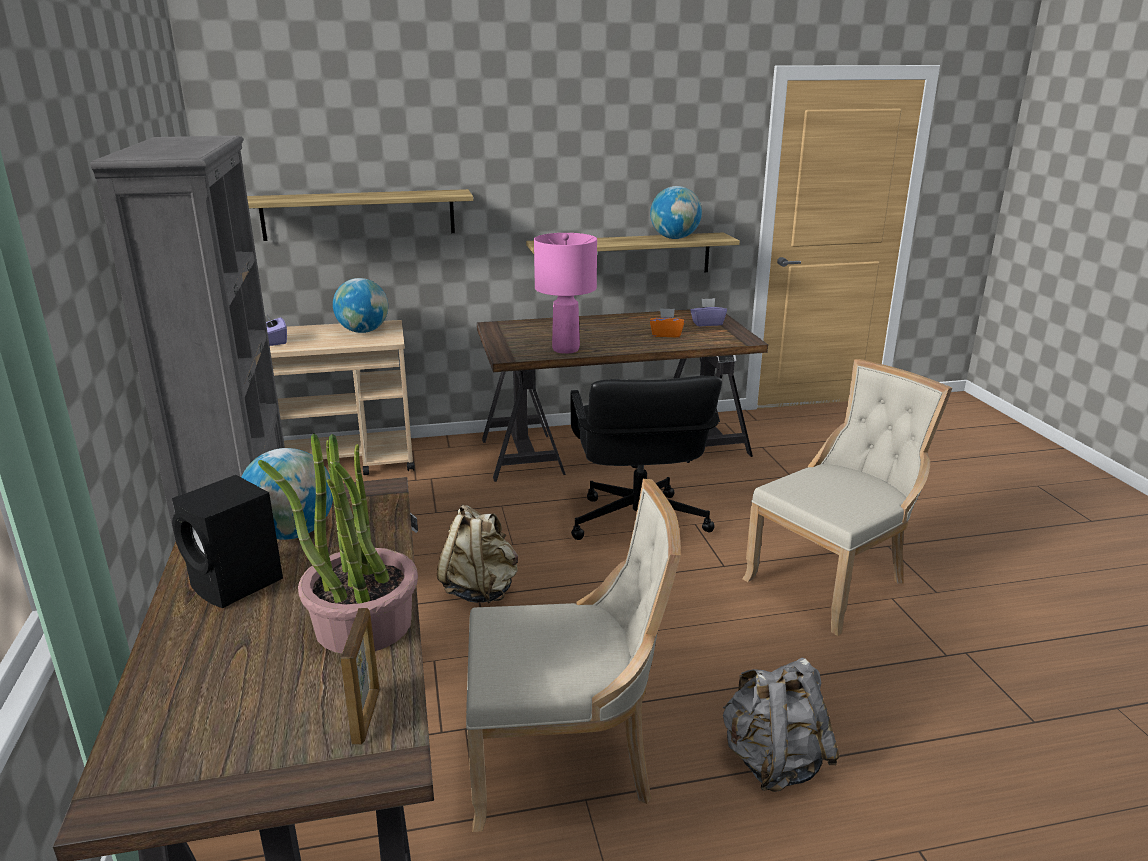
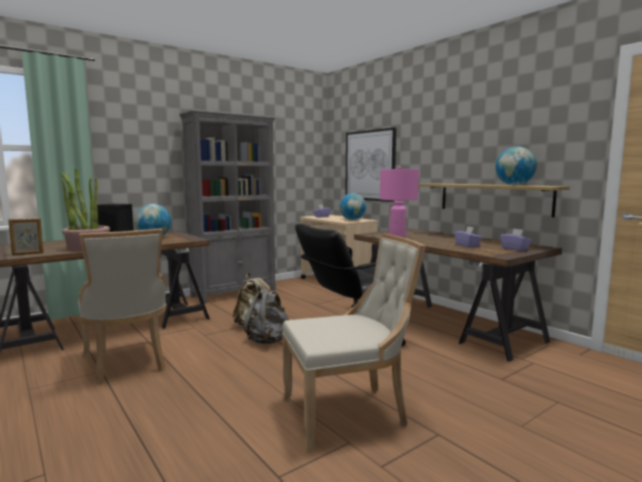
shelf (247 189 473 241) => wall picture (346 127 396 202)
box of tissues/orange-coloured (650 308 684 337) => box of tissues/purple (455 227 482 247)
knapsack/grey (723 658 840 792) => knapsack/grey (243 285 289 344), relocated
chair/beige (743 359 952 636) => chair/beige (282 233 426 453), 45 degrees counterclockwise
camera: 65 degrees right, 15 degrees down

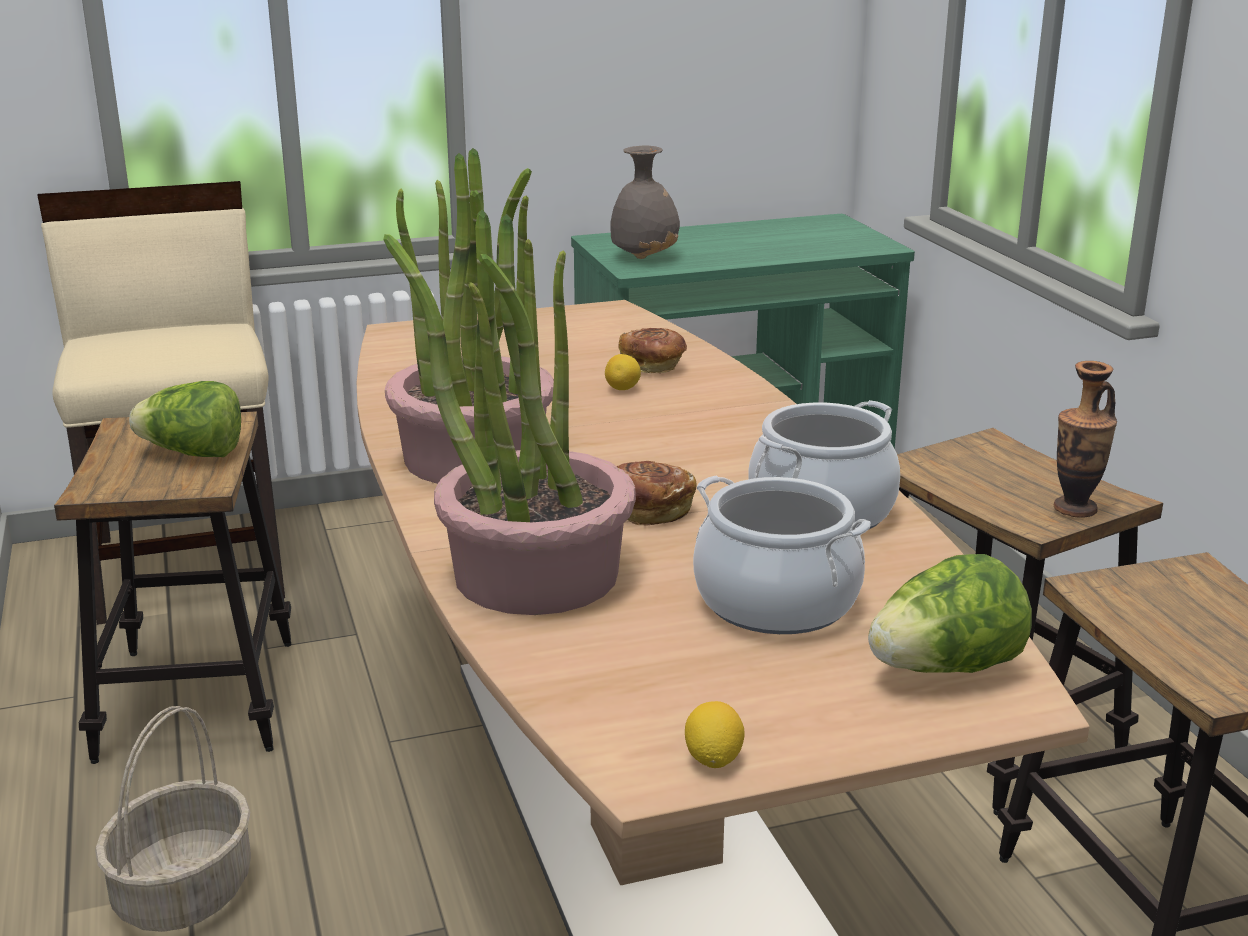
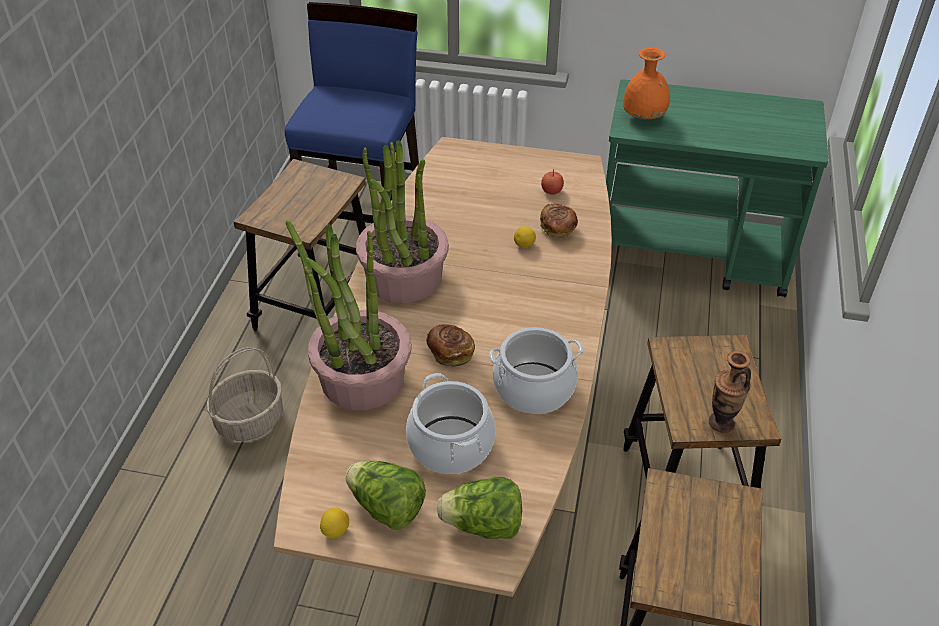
chair/beige (38 181 285 625) => chair/blue-coloured (285 2 419 223)
lettuce (129 381 241 457) => lettuce (345 461 426 530), relocated
decorative vase/grey (610 146 680 259) => decorative vase/orange-coloured (623 48 670 120)
nothing => whole apple (541 169 564 194)
camera: 30 degrees right, 20 degrees up

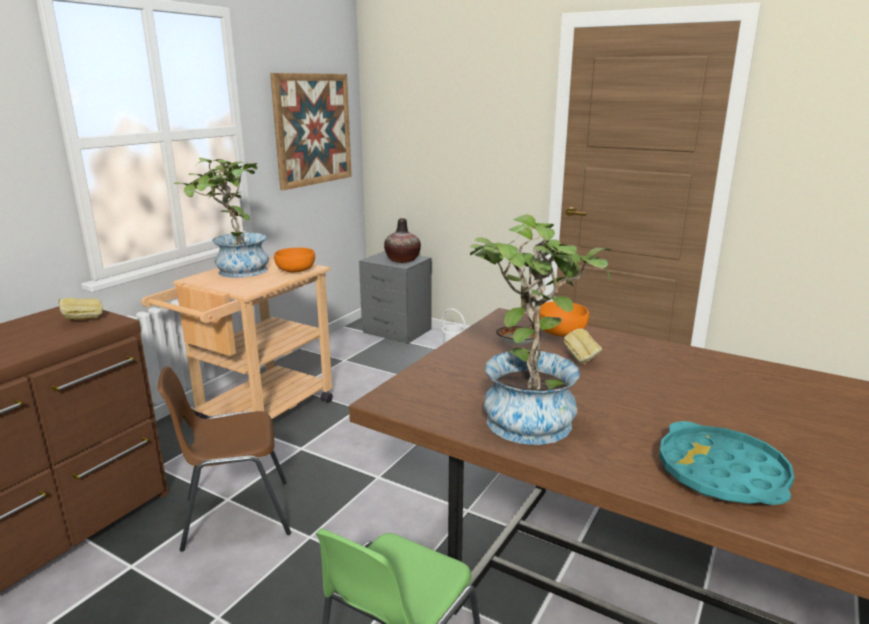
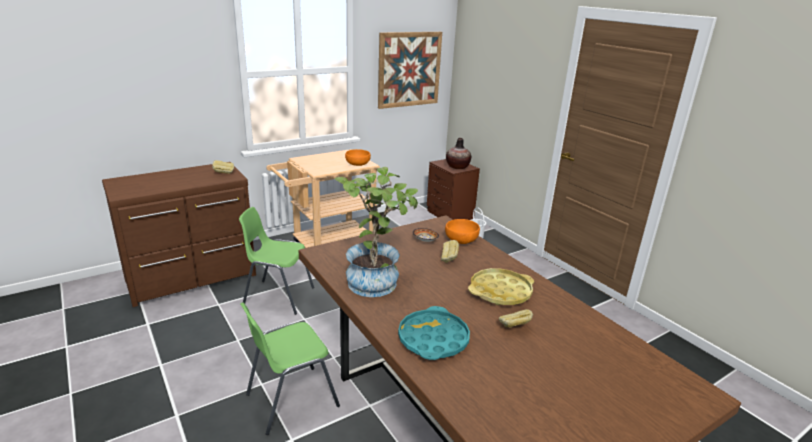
chair/brown (158 366 291 552) => chair/greenish (239 207 314 315)
potted plant (174 158 269 278) => nothing
nightstand/grey (359 251 432 343) => nightstand/brown (427 159 480 220)
nothing => carrying tray/yellow-coloured (468 268 534 305)
nothing => bread (499 309 533 328)
camera: 25 degrees right, 5 degrees up

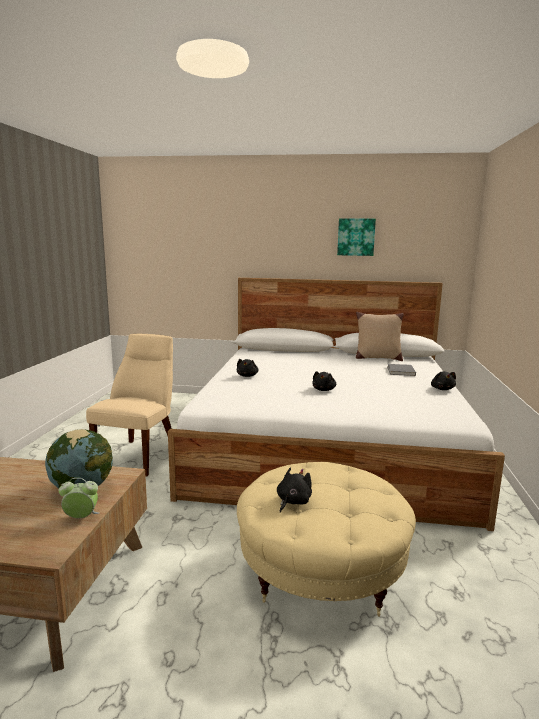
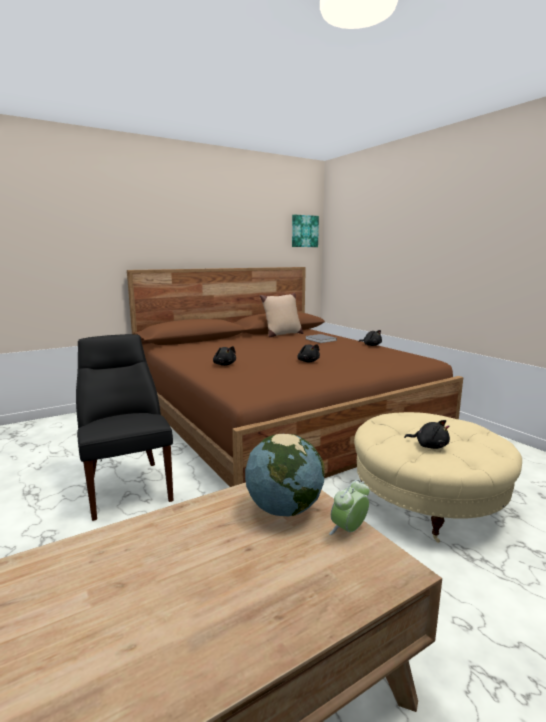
chair/beige (86 334 173 477) => chair/black-coloured (76 334 173 521)
sleeping bed/whitish (168 278 505 531) => sleeping bed/brown (127 267 463 487)
plush toy/black-coloured (277 467 312 513) => plush toy/black-coloured (404 420 450 449), 135 degrees clockwise
wall picture (337 218 376 256) => wall picture (292 214 319 247), relocated
camera: 40 degrees left, 0 degrees up

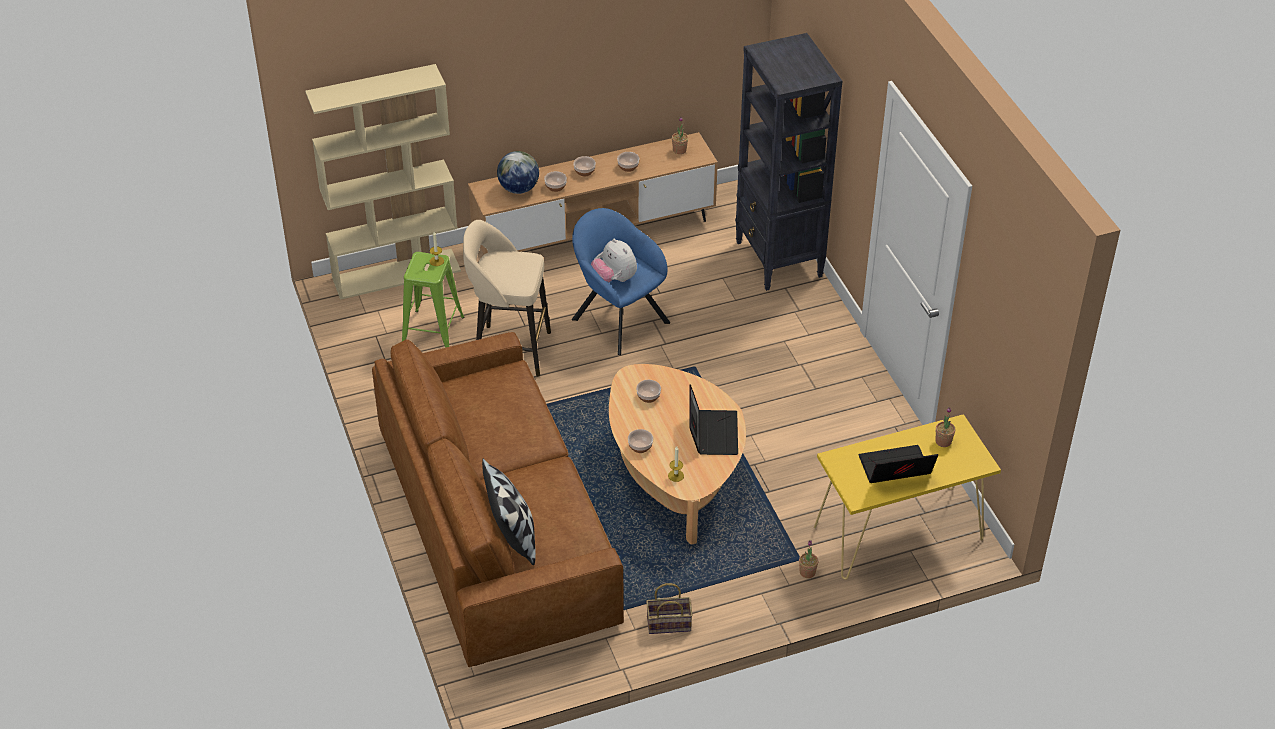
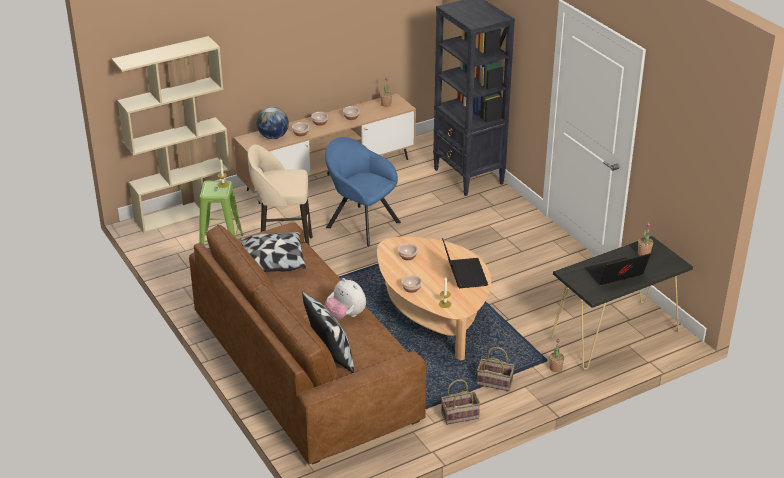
plush toy (591 239 637 282) => plush toy (325 278 366 320), relocated
hall table/yellow-coloured (814 414 1001 580) => hall table/black-coloured (551 236 693 370)
nothing => throw pillow (240 232 306 272)
nothing => household basket (477 347 514 391)
camera: 10 degrees left, 10 degrees down

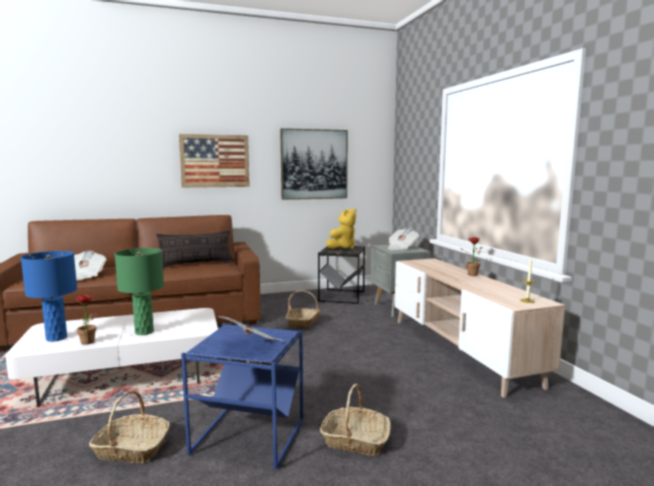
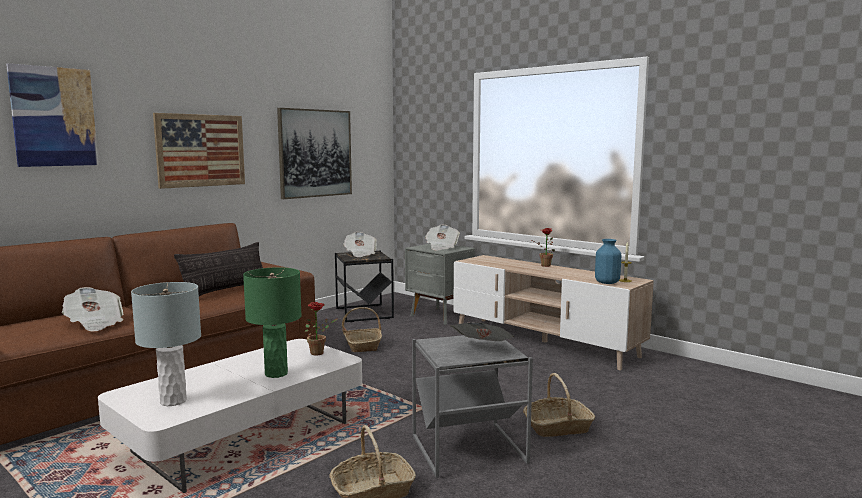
tabletop lamp/blue-coloured (21 251 77 342) => tabletop lamp/grey (131 282 201 406)
potted plant (72 295 98 345) => potted plant (305 302 338 356), relocated
end table/blue-coloured (181 323 303 470) => end table/grey (412 335 533 478)
plush toy/yellow-coloured (326 208 356 249) => daily paper (343 232 377 257)
nothing => wall picture (6 63 98 167)
nothing => decorative vase/blue-coloured (595 239 621 284)
camera: 30 degrees left, 0 degrees up

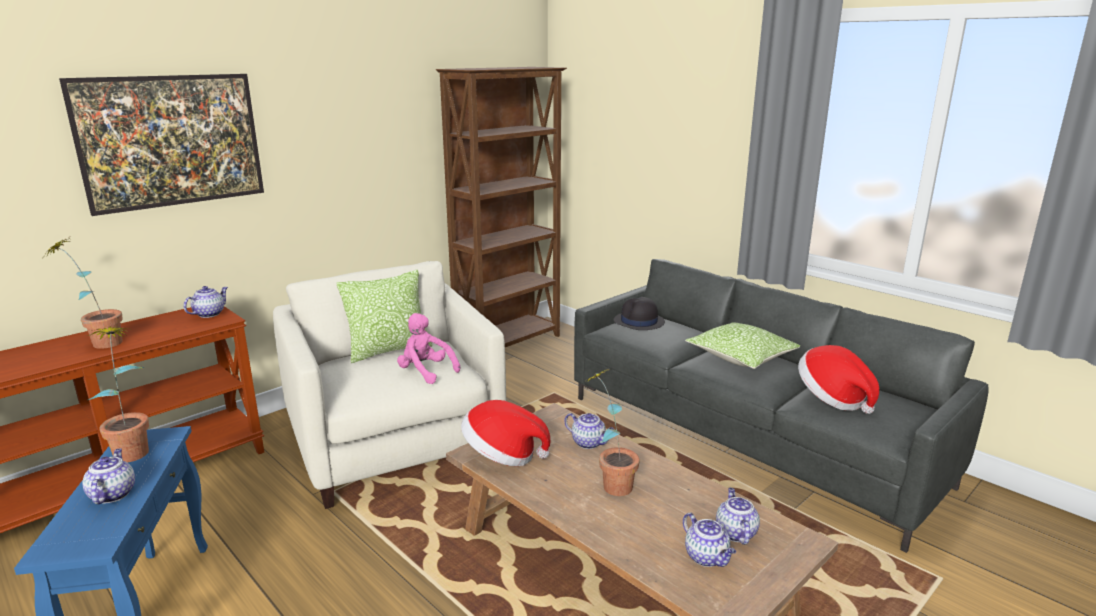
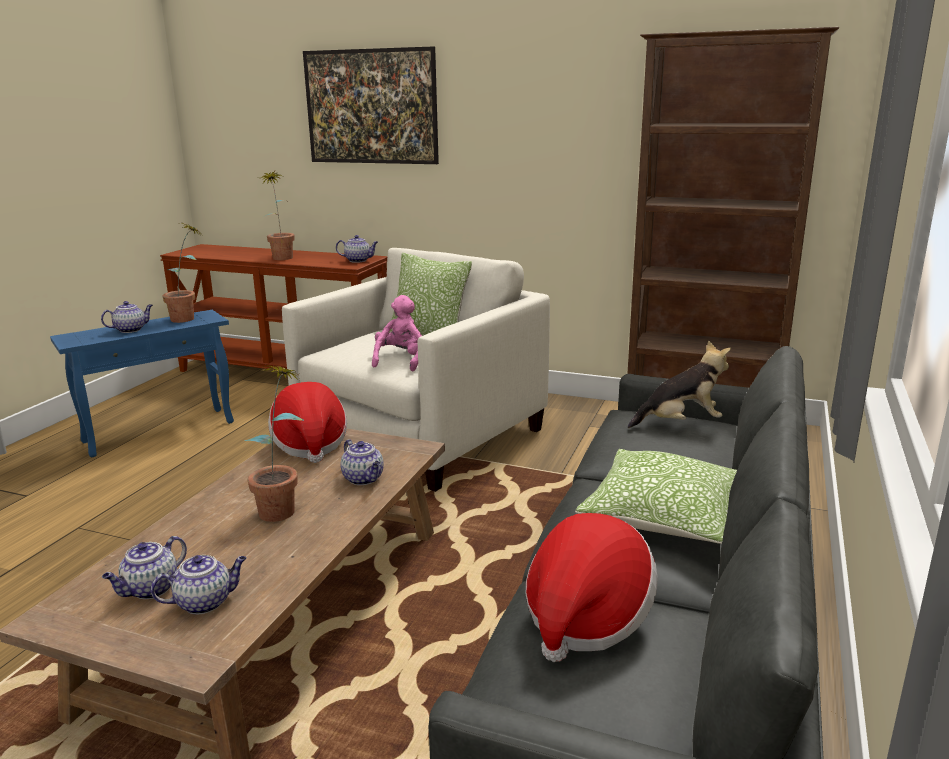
pot for tea (565 413 614 449) => pot for tea (340 439 384 485), 45 degrees counterclockwise
hat/black-coloured (614 297 665 330) => plush toy (628 340 731 428)
camera: 65 degrees right, 0 degrees up

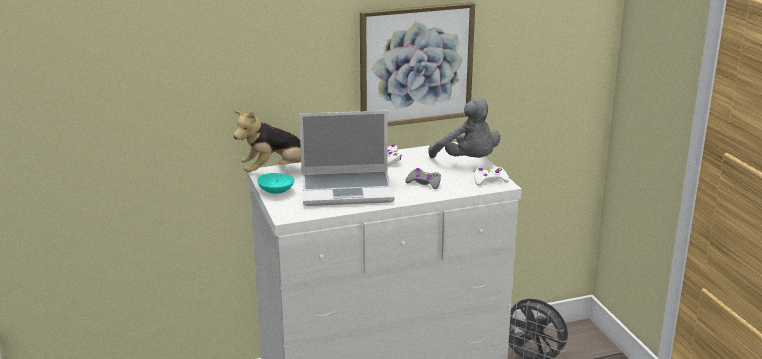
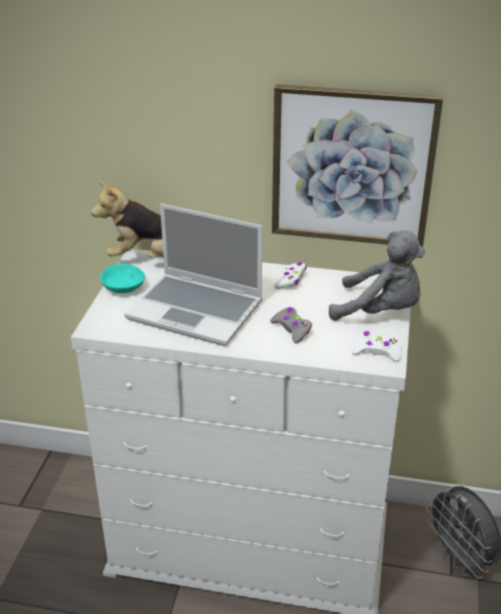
plush toy/grey (428 97 500 158) => plush toy/grey (329 230 425 321), 60 degrees counterclockwise
camera: 30 degrees right, 10 degrees up

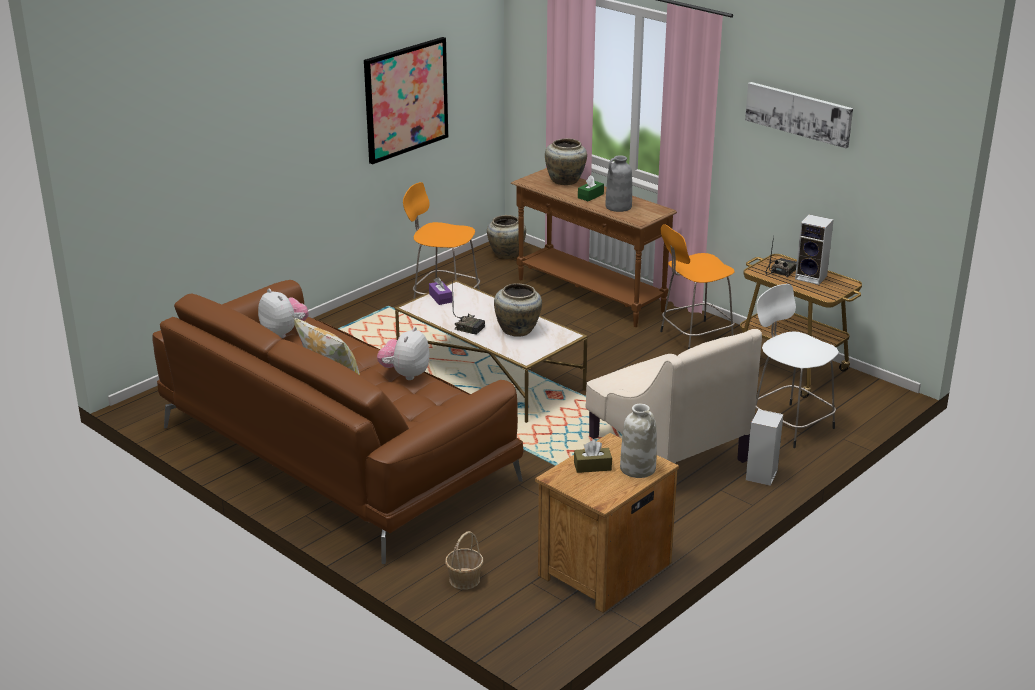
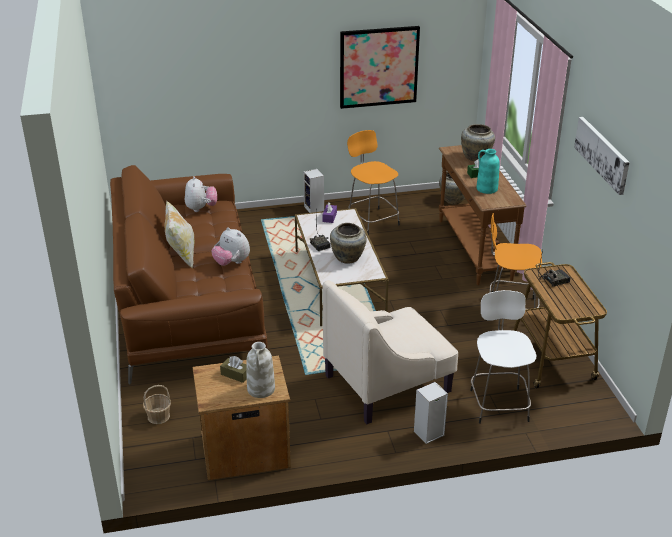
plush toy (377 327 429 380) => plush toy (212 227 250 266), 105 degrees counterclockwise
armchair/beige (585 329 762 463) => armchair/beige (323 280 458 424), 60 degrees clockwise
decorative vase/grey (605 155 632 212) => decorative vase/blue-green (476 149 500 194)
speaker (795 214 834 285) => speaker (303 169 324 213), relocated
camera: 35 degrees right, 5 degrees up

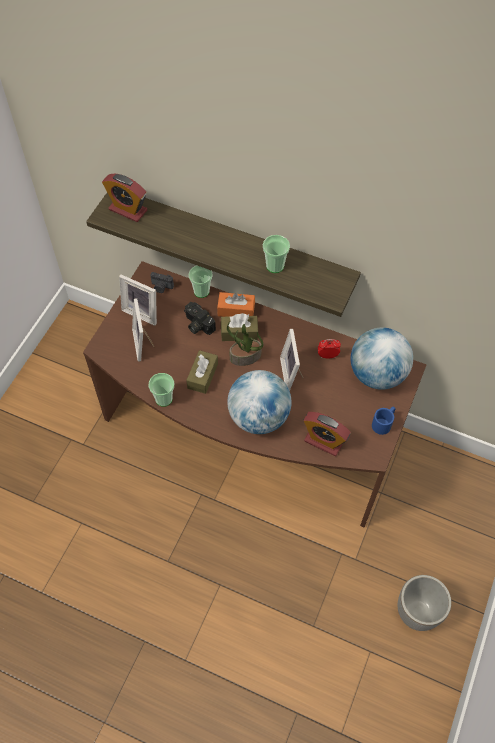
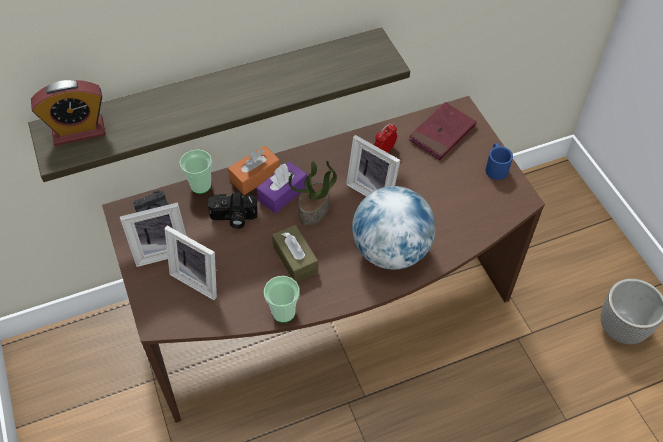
box of tissues/brown (221 313 258 341) => box of tissues/purple (256 161 307 214)
small cup (263 235 290 273) => nothing
table clock (304 412 351 456) => nothing
world globe (351 327 413 390) => volume/reddish (408 102 477 160)
camera: 45 degrees left, 5 degrees down

